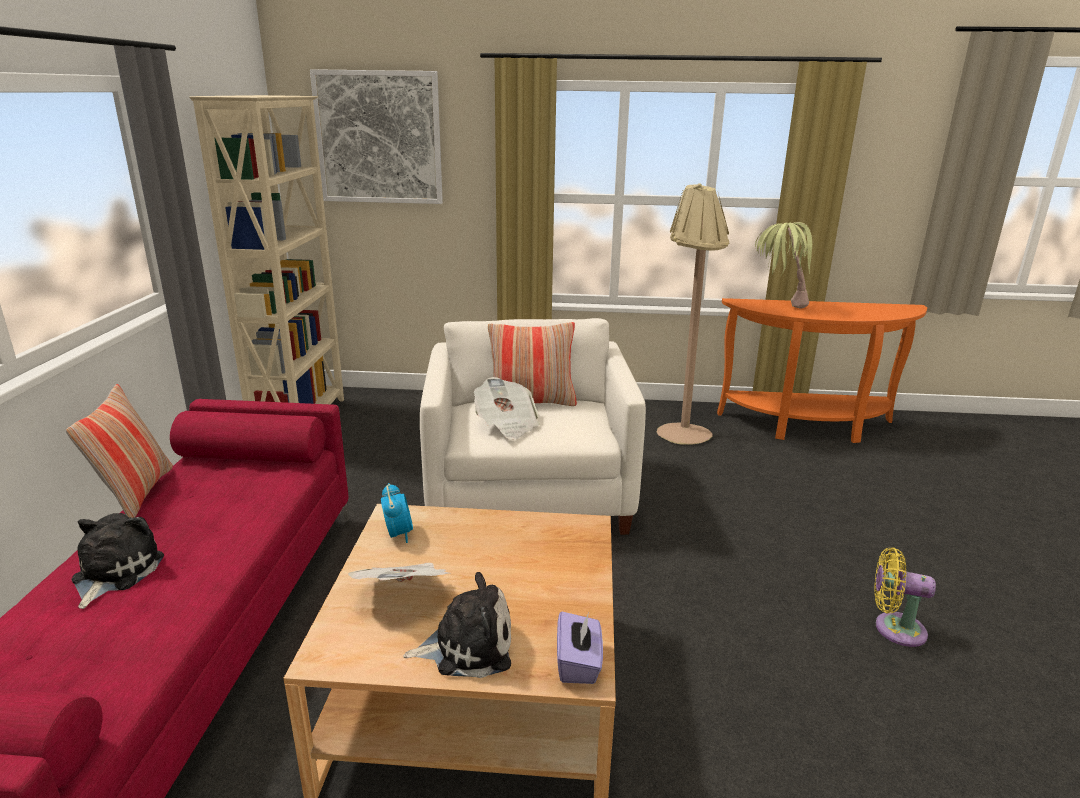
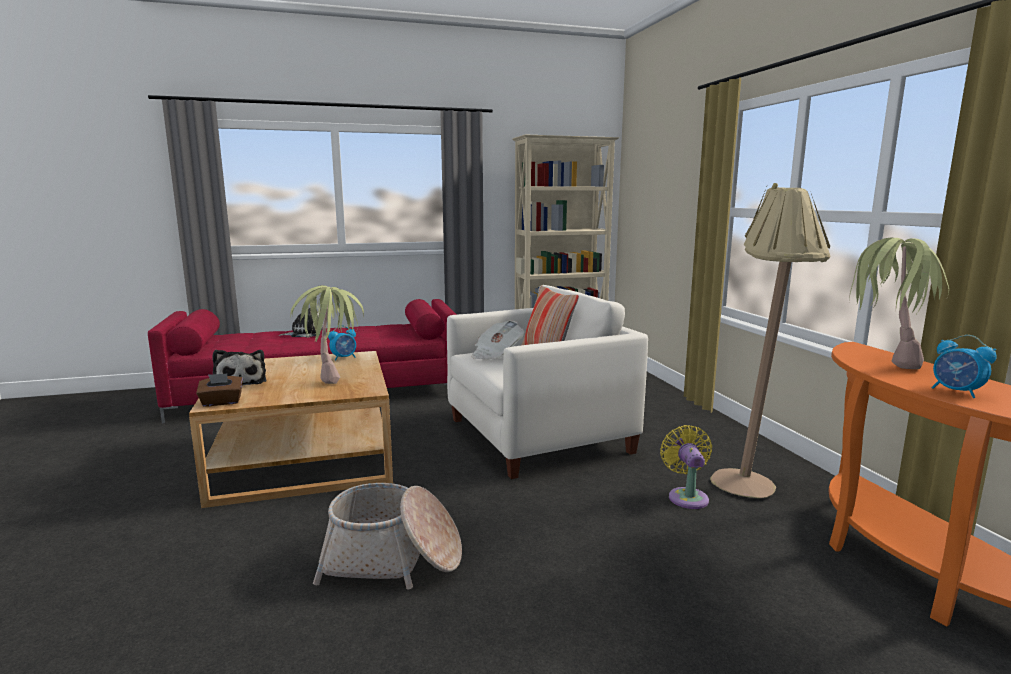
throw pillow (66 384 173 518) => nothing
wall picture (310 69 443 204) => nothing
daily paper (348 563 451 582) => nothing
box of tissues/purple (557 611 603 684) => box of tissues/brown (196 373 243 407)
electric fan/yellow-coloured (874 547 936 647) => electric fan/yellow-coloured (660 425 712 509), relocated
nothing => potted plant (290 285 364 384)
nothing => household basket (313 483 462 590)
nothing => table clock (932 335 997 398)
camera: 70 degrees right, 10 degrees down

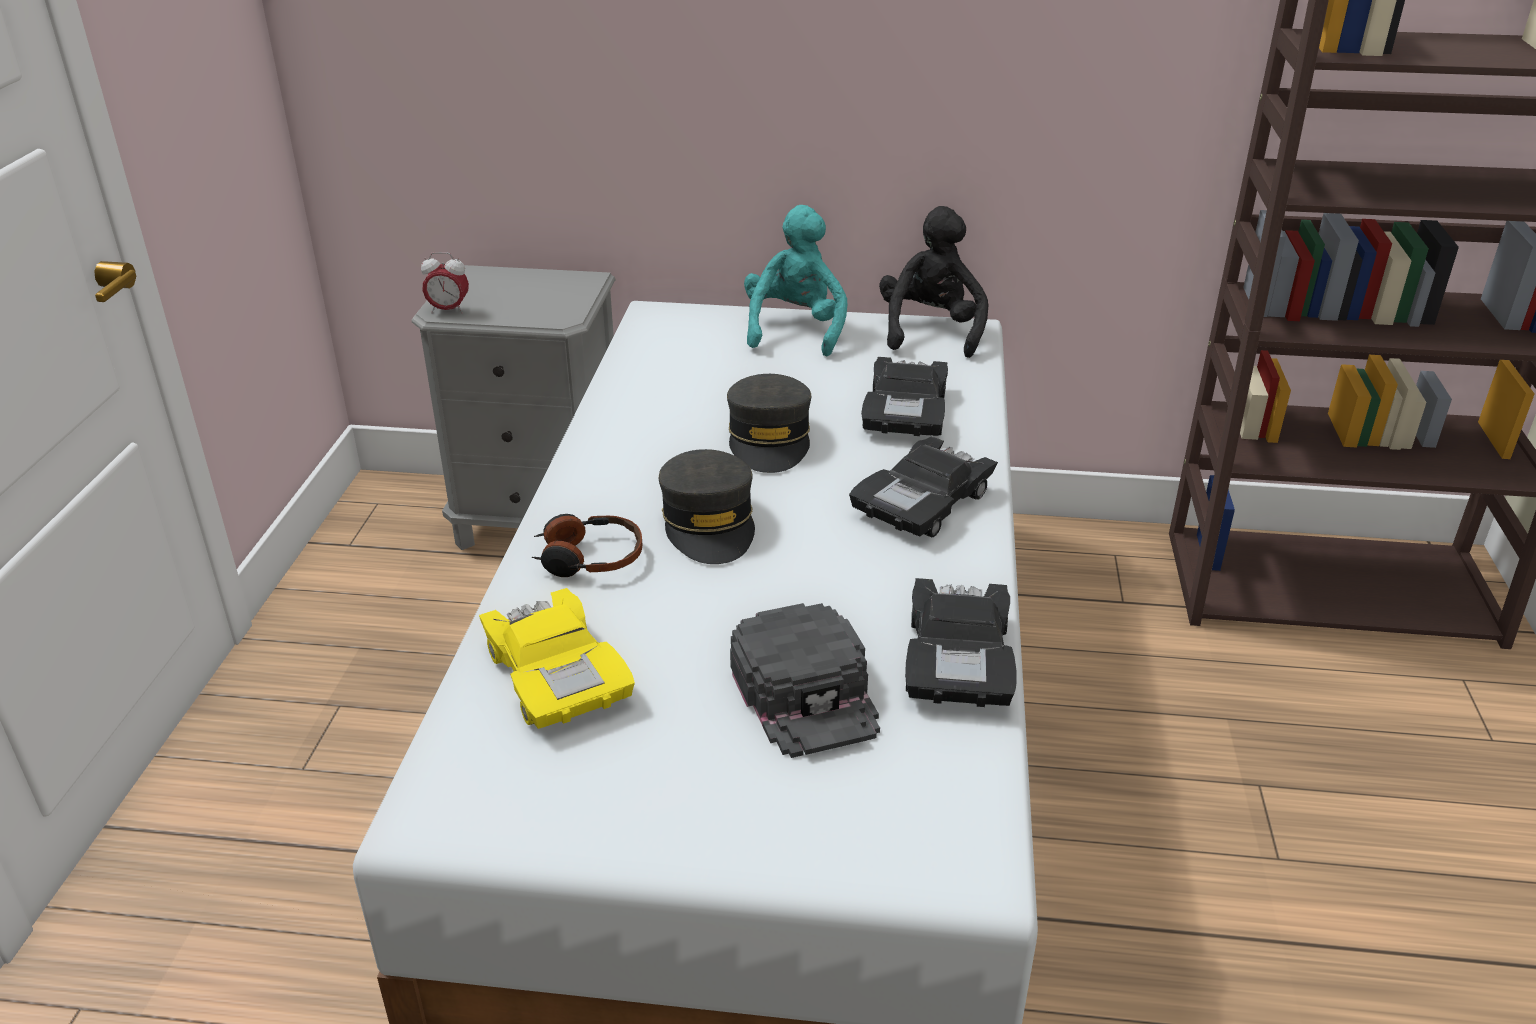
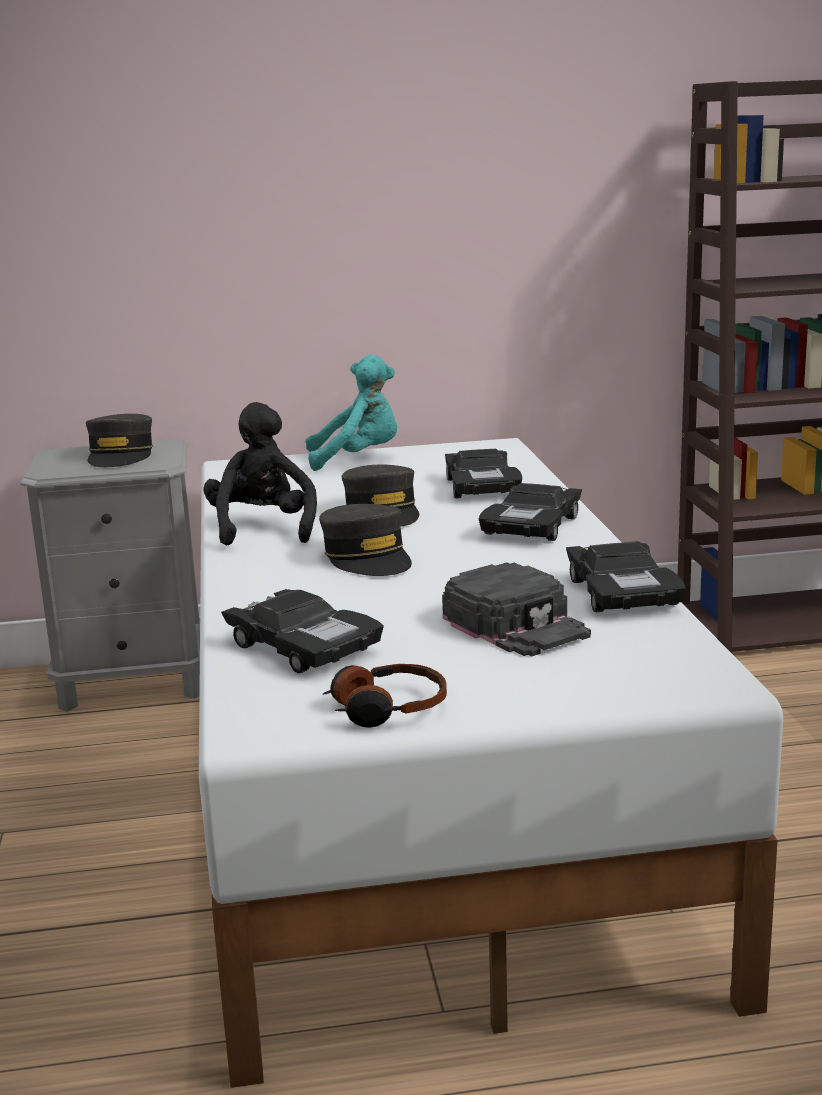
table clock (421 252 469 314) => nothing
toy car/yellow-coloured (479 588 635 729) => toy car/black-coloured (221 589 384 673)
headset (532 514 642 577) => headset (323 664 447 728), relocated
plush toy/blue-green (744 205 848 357) => plush toy/blue-green (305 355 397 471), 90 degrees clockwise
plush toy/black-coloured (879 206 988 358) => plush toy/black-coloured (203 402 317 545), relocated
nothing => peaked cap/grey (86 414 154 467)
camera: 15 degrees left, 15 degrees down

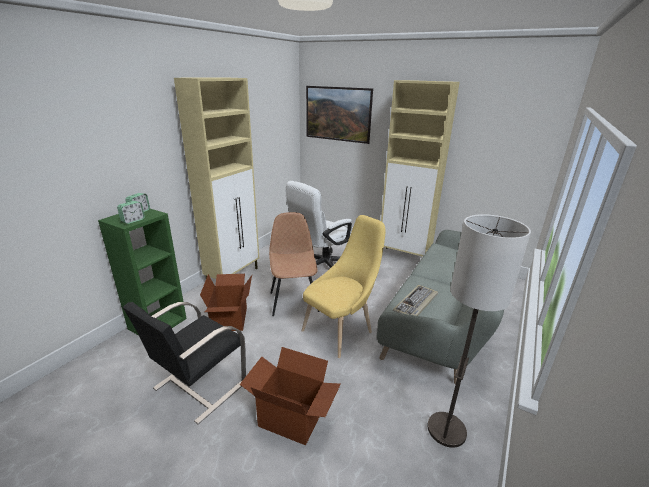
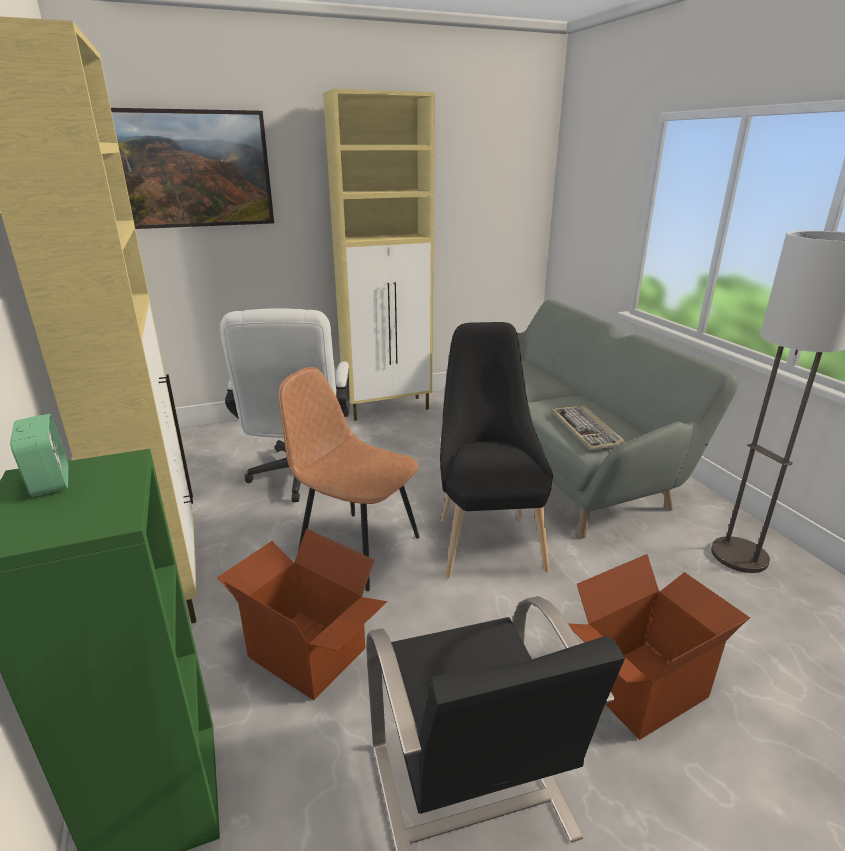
table clock (117 201 145 224) => nothing
chair/yellow-coloured (302 215 386 358) => chair/black-coloured (440 322 553 578)
camera: 50 degrees left, 0 degrees up

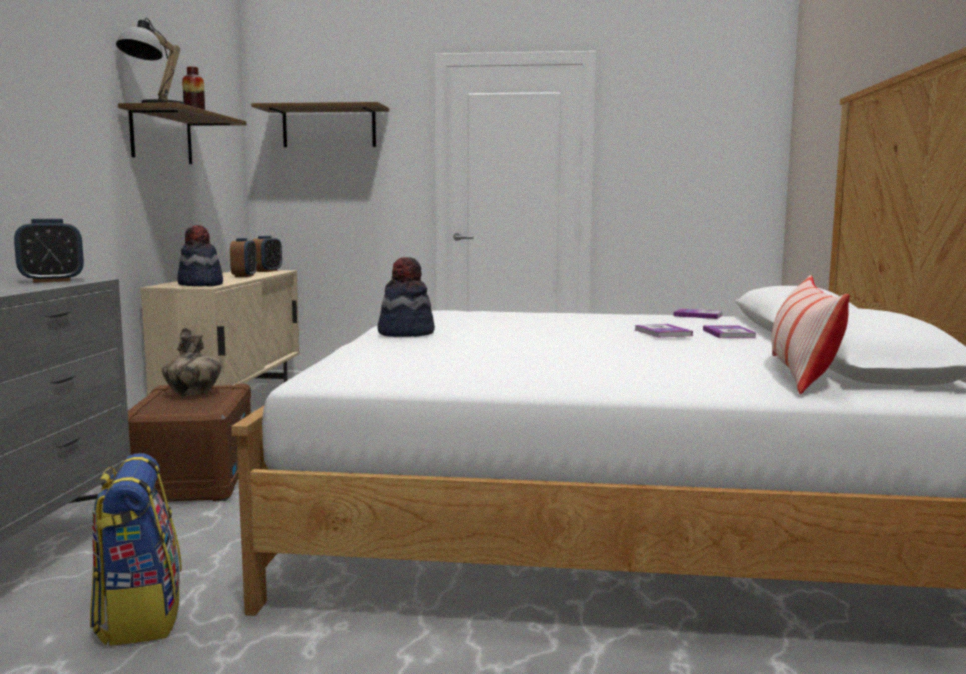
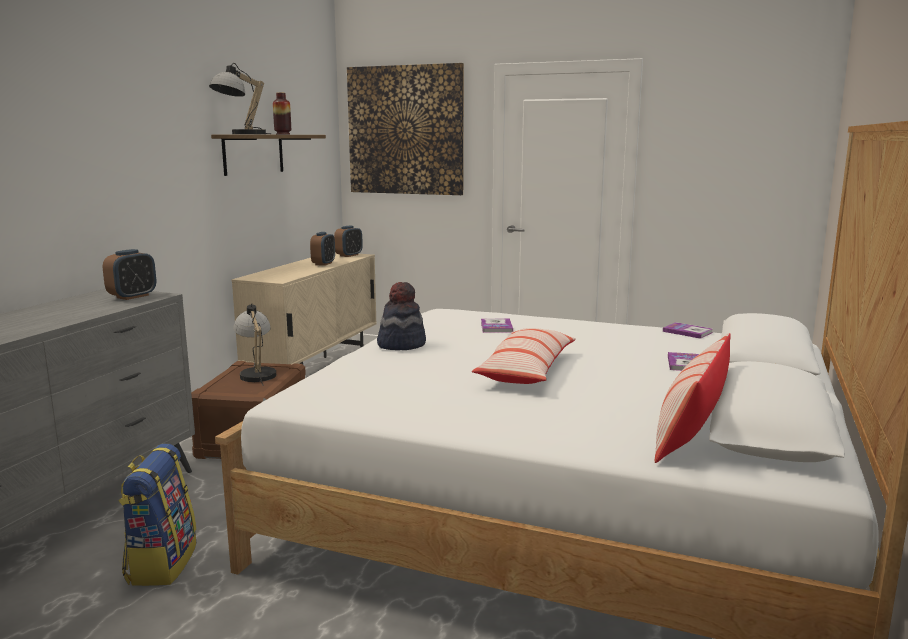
table clock (14 219 84 283) => table clock (103 249 156 300), 45 degrees counterclockwise
decorative vase (162 328 221 396) => tabletop lamp (233 303 276 385)
hat (177 225 223 286) => nothing
shelf (251 102 389 147) => wall picture (347 63 464 195)
volume (635 324 693 338) => volume (481 319 513 333), relocated
nothing => throw pillow (472 328 576 384)
camera: 15 degrees right, 5 degrees up

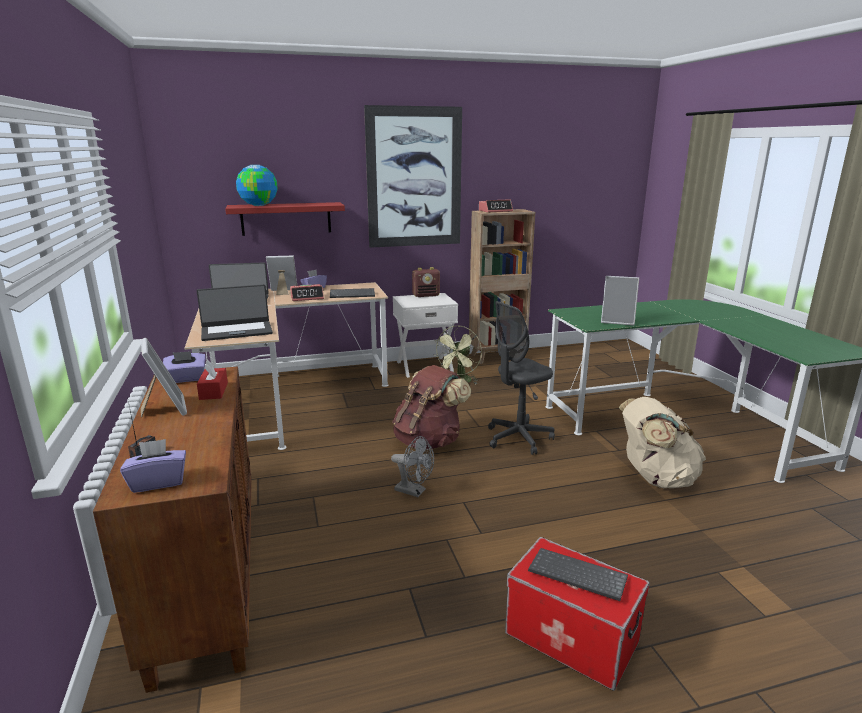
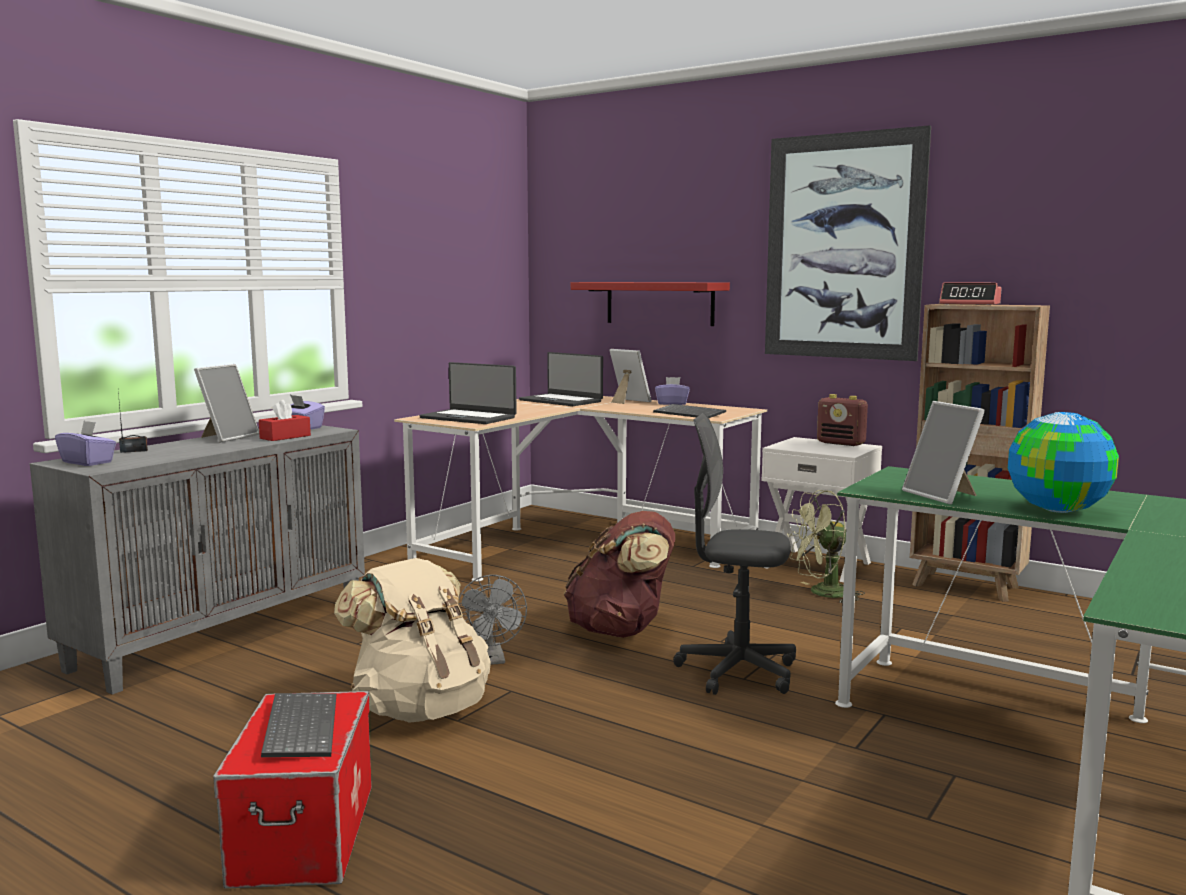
cabinet/brown (93 366 252 693) => cabinet/grey (30 425 365 695)
world globe (236 165 278 206) => world globe (1008 412 1119 513), relocated
table clock (290 284 324 301) => nothing
knapsack/beige (619 397 706 488) => knapsack/beige (334 558 491 723), relocated
camera: 50 degrees right, 10 degrees down

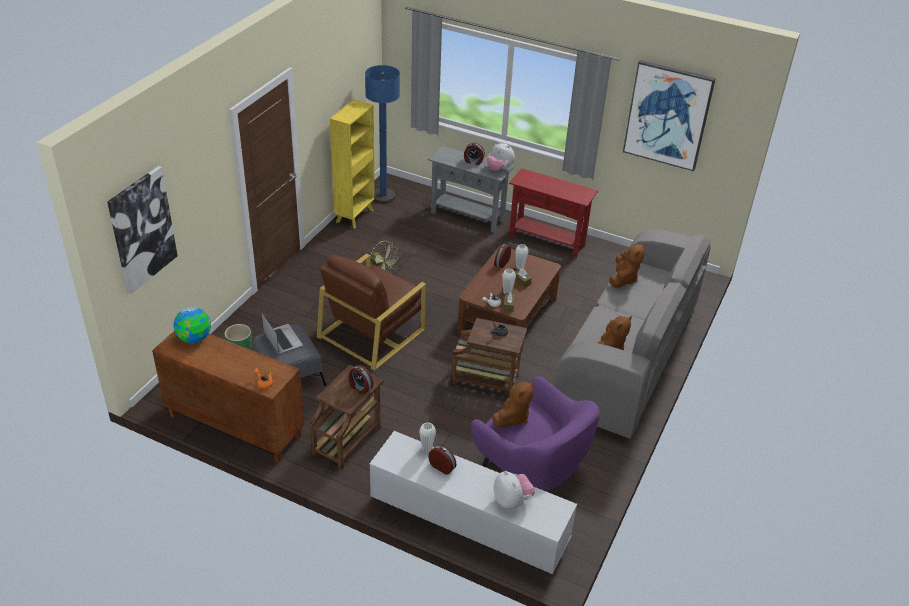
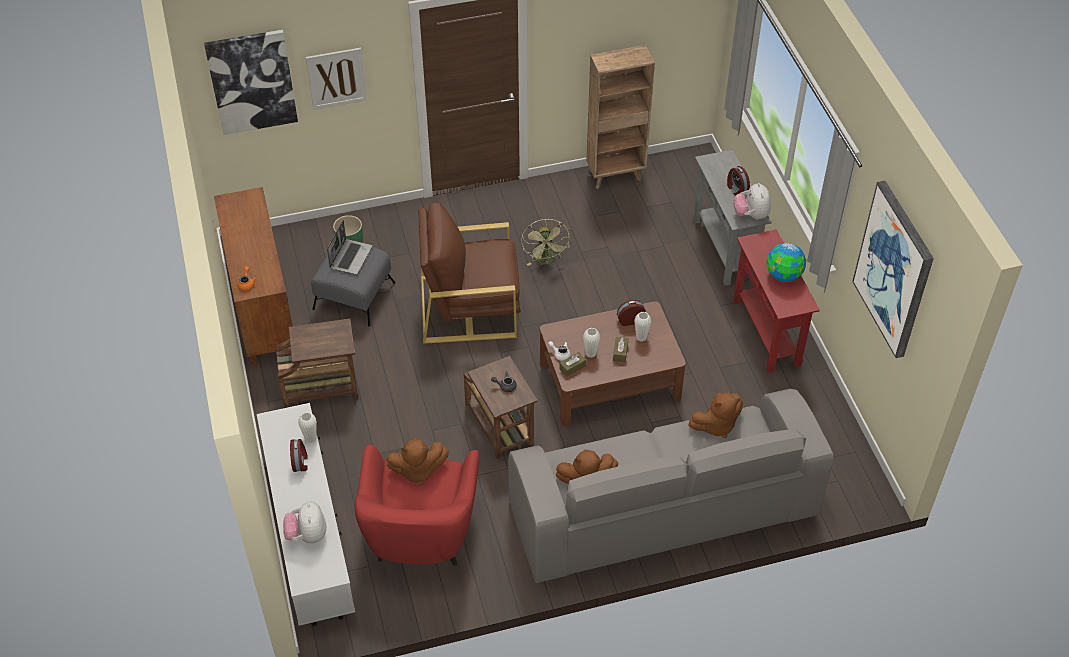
world globe (173 307 211 343) => world globe (766 243 806 282), relocated
shelving unit/yellow-coloured (330 99 375 229) => shelving unit/brown (586 45 655 189)
table clock (349 365 373 395) => nothing
standard lamp/blue-coloured (365 65 400 204) => nothing
armchair/purple (471 376 600 491) => armchair/reddish (355 444 479 566)
plush toy (494 471 535 509) => plush toy (283 502 326 543), 150 degrees clockwise
nothing => wall picture (306 48 367 110)
camera: 50 degrees right, 10 degrees up

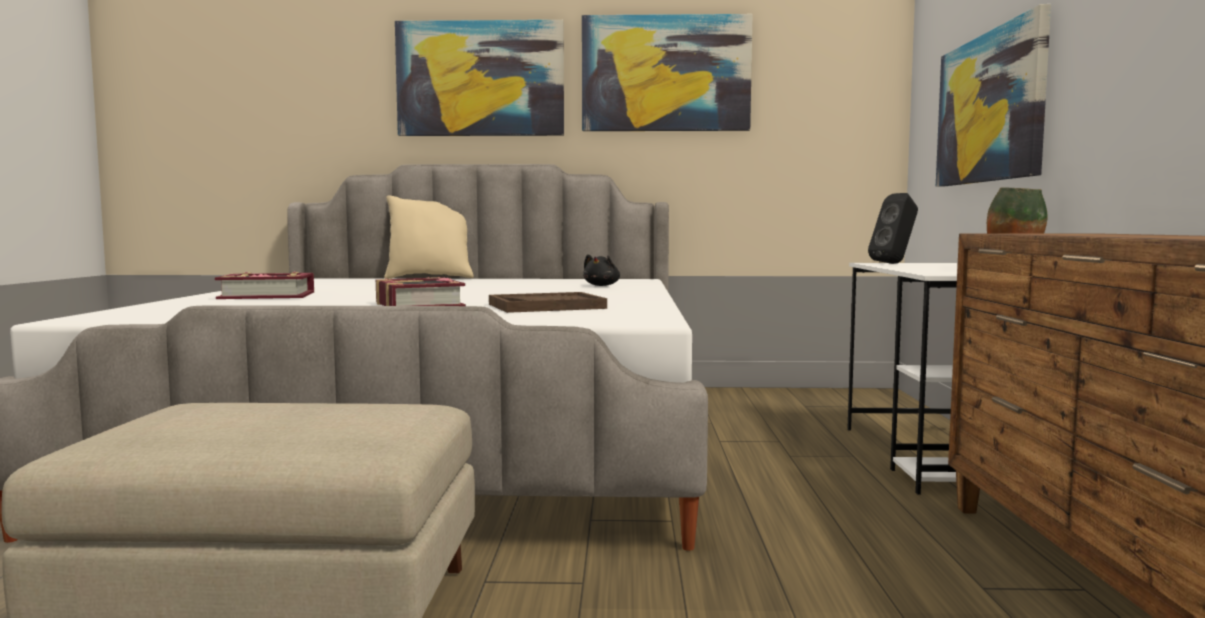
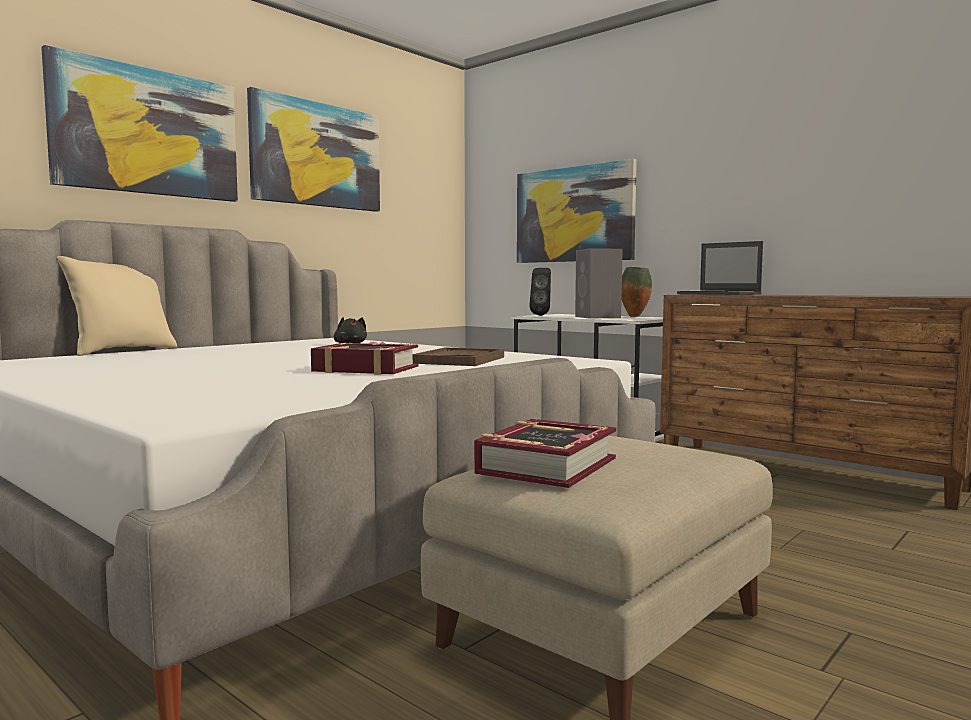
volume (215 271 314 299) => volume (474 419 616 488), relocated
nothing => speaker/grey (575 248 623 318)
nothing => notebook computer (677 241 763 295)
camera: 50 degrees left, 0 degrees up

